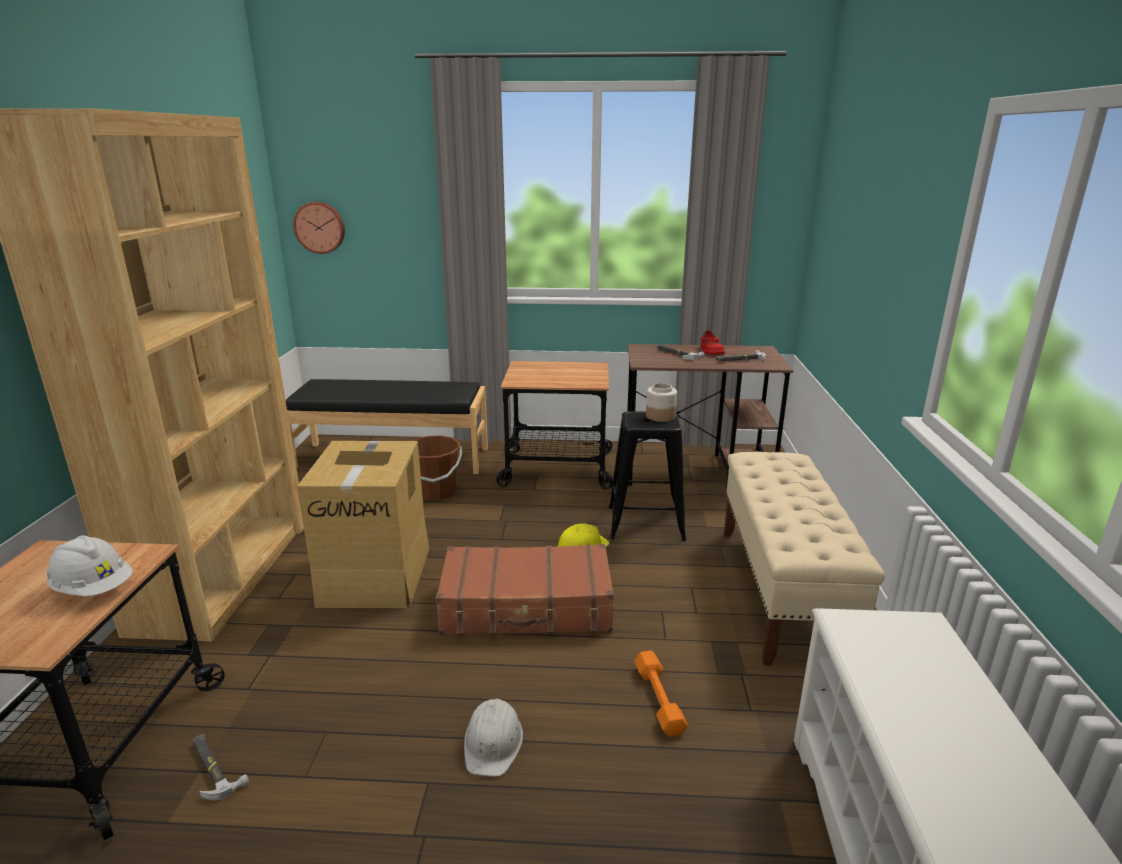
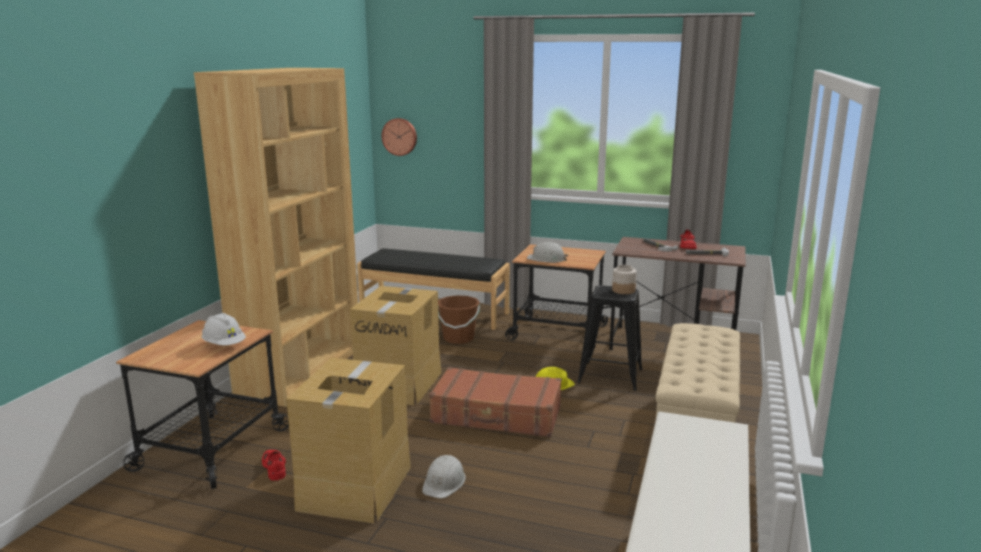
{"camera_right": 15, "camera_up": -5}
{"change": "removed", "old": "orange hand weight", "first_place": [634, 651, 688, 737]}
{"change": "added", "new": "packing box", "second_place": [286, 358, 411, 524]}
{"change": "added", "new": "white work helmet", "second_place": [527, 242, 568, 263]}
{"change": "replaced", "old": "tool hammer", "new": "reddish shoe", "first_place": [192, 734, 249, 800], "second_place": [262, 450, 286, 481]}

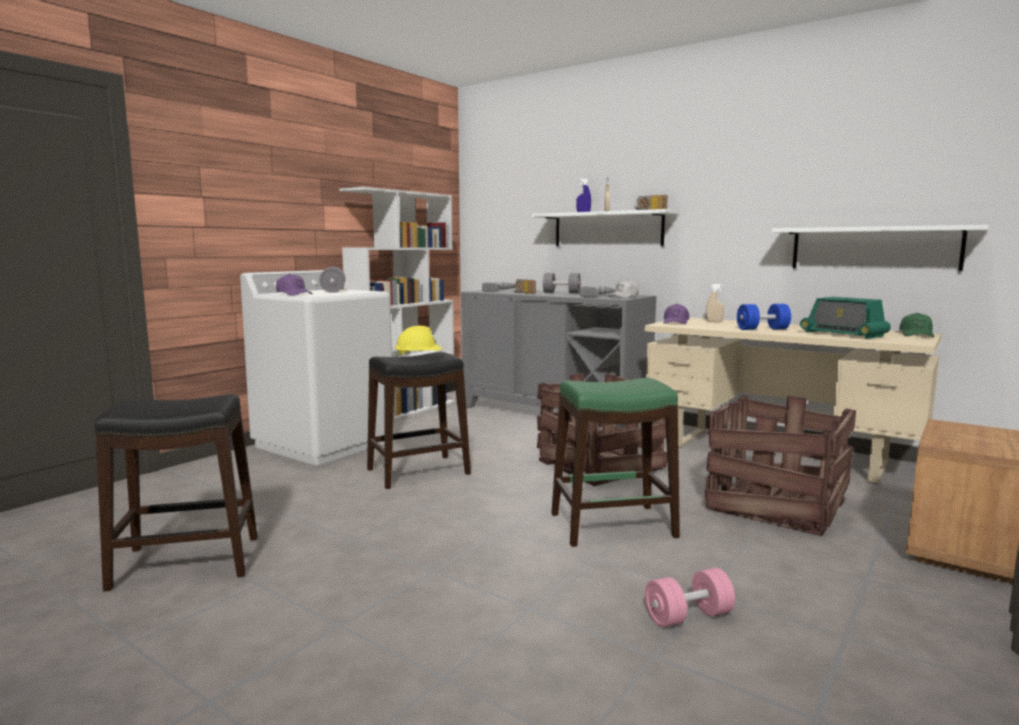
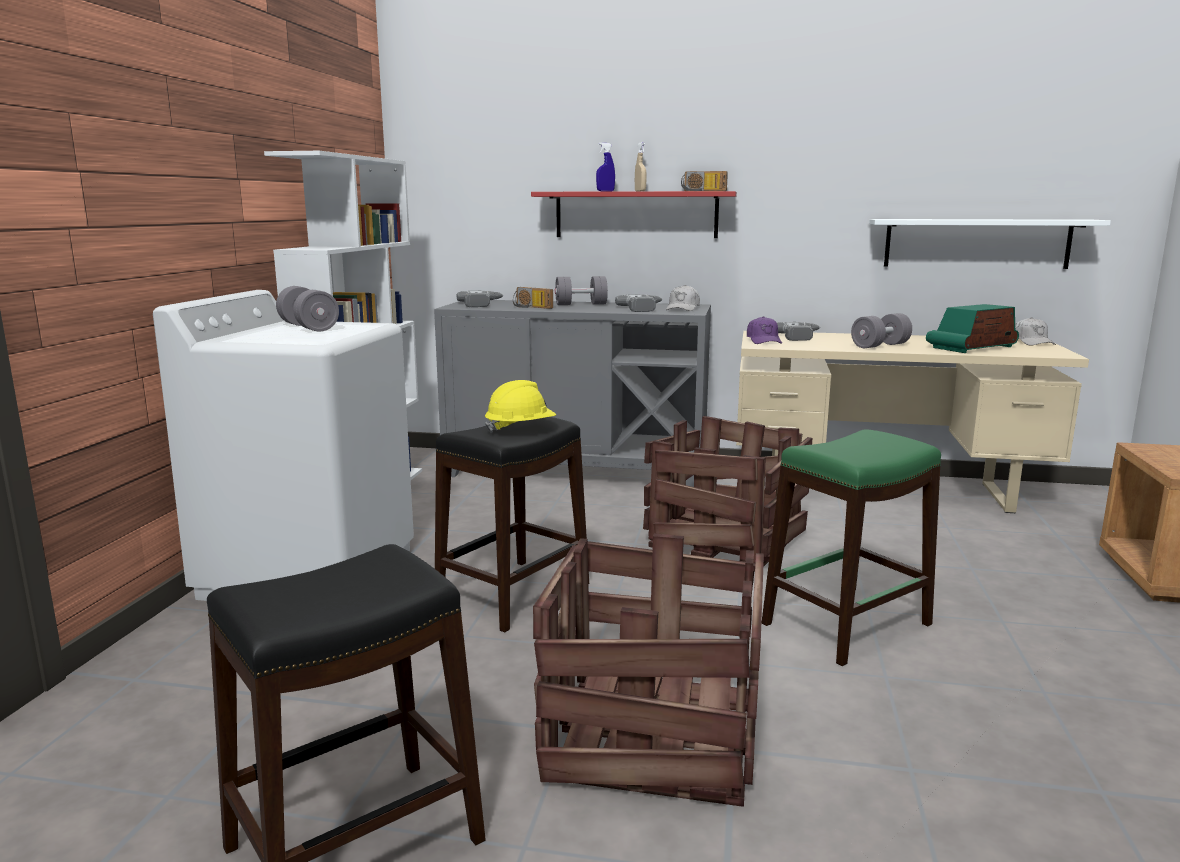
{"camera_right": -25, "camera_up": 5}
{"change": "removed", "old": "purple peaked cap", "first_place": [276, 274, 313, 296]}
{"change": "removed", "old": "pink-coloured hand weight", "first_place": [645, 568, 735, 627]}
{"change": "moved", "old": "crate", "first_place": [705, 395, 856, 536], "second_place": [533, 534, 764, 807]}
{"change": "replaced", "old": "beige hand sprayer", "new": "electric drill", "first_place": [706, 284, 724, 322], "second_place": [777, 322, 820, 341]}
{"change": "recoloured", "old": "white wall shelf", "new": "reddish wall shelf", "first_place": [532, 209, 677, 246], "second_place": [531, 191, 737, 238]}
{"change": "recoloured", "old": "blue-coloured hand weight", "new": "gray hand weight", "first_place": [737, 304, 791, 330], "second_place": [851, 313, 912, 348]}
{"change": "recoloured", "old": "green peaked cap", "new": "white peaked cap", "first_place": [899, 313, 935, 337], "second_place": [1015, 317, 1056, 345]}
{"change": "turned", "old": "radio receiver", "first_place": [800, 297, 891, 339], "second_place": [926, 304, 1019, 353], "degrees": 120}

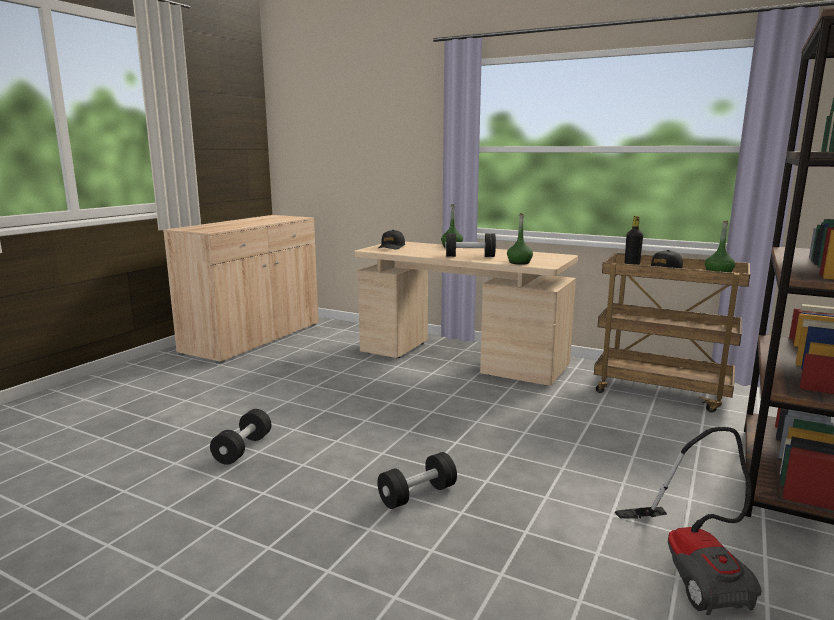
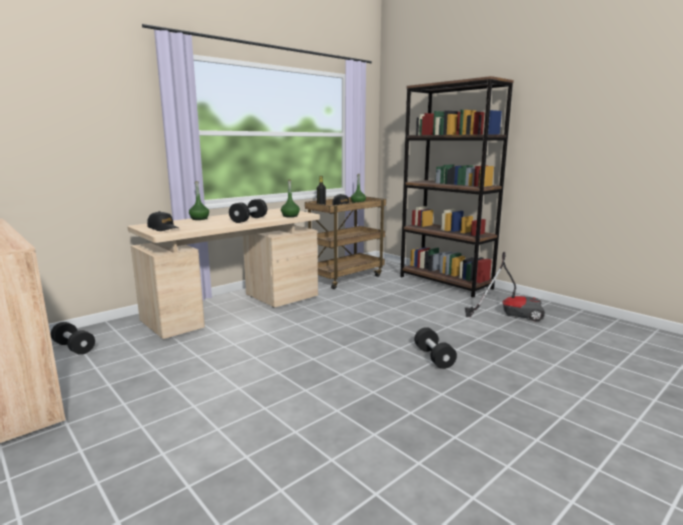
{"camera_right": -70, "camera_up": 0}
{"change": "moved", "old": "black-coloured hand weight", "first_place": [210, 409, 271, 465], "second_place": [51, 322, 95, 355]}

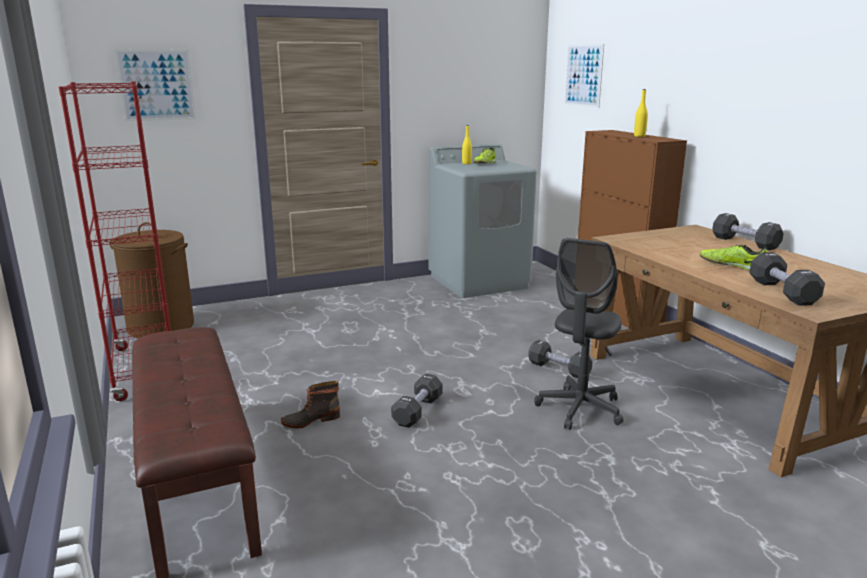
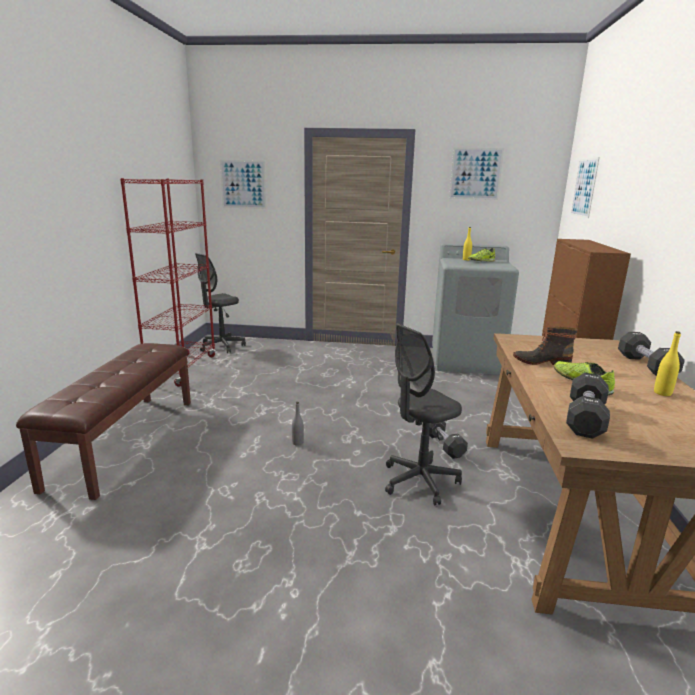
{"camera_right": 30, "camera_up": 0}
{"change": "added", "new": "picture", "second_place": [449, 147, 504, 200]}
{"change": "moved", "old": "tall boot", "first_place": [281, 381, 340, 428], "second_place": [513, 327, 578, 365]}
{"change": "moved", "old": "yellowish bottle", "first_place": [634, 89, 648, 137], "second_place": [654, 331, 681, 396]}
{"change": "replaced", "old": "brown-coloured laundry basket", "new": "gray desk chair", "first_place": [109, 222, 194, 338], "second_place": [195, 253, 246, 353]}
{"change": "replaced", "old": "black-coloured hand weight", "new": "gray bottle", "first_place": [391, 374, 443, 428], "second_place": [292, 402, 304, 446]}

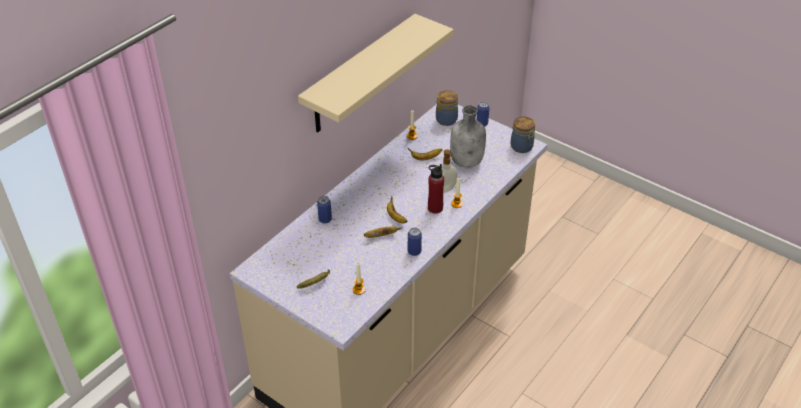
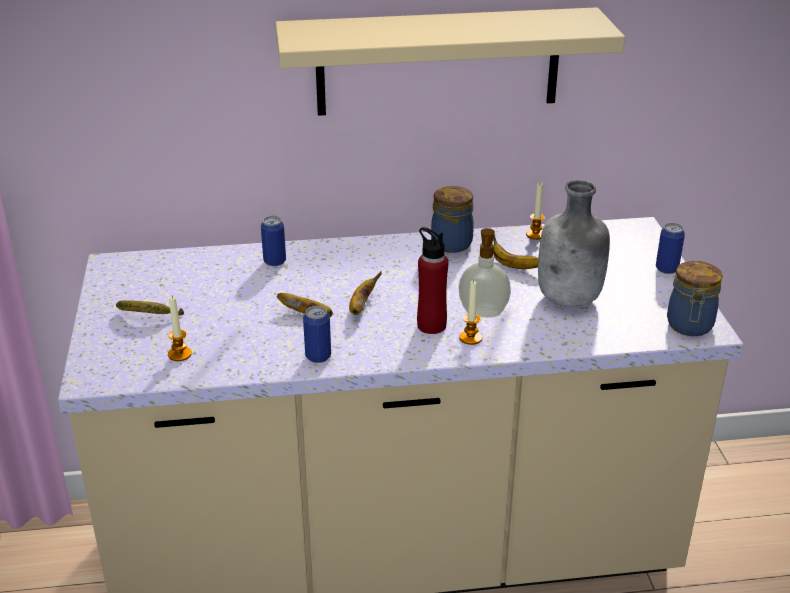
{"camera_right": 45, "camera_up": -10}
{"change": "moved", "old": "storage jar", "first_place": [436, 90, 458, 126], "second_place": [431, 186, 474, 253]}

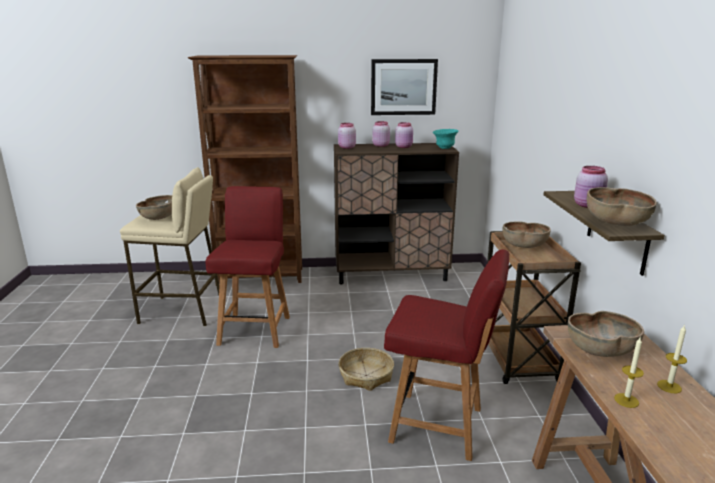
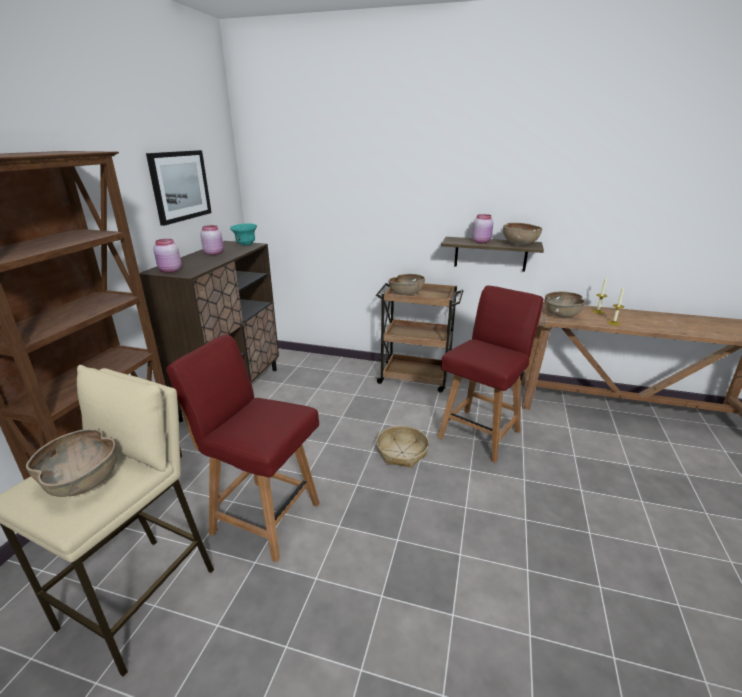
{"camera_right": -70, "camera_up": 5}
{"change": "removed", "old": "pink-coloured storage jar", "first_place": [372, 121, 390, 147]}

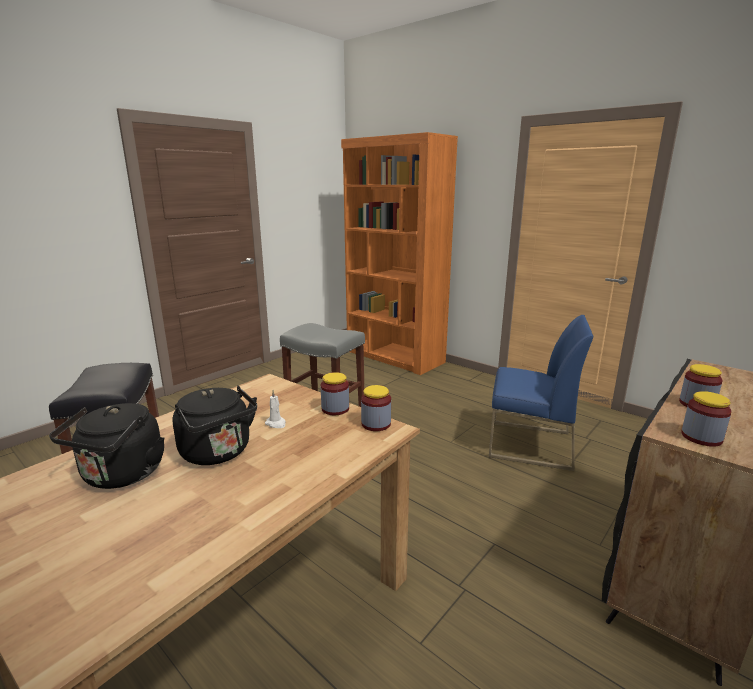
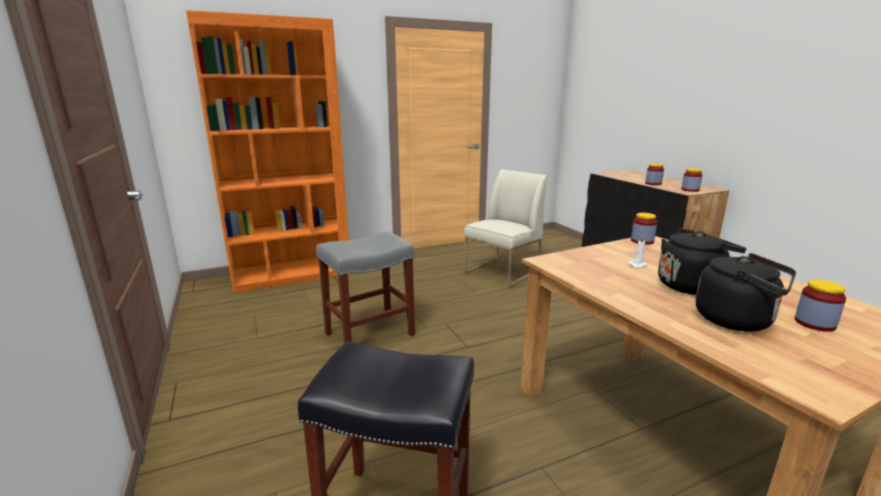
{"camera_right": -65, "camera_up": 0}
{"change": "moved", "old": "storage jar", "first_place": [321, 372, 349, 415], "second_place": [795, 279, 846, 332]}
{"change": "recoloured", "old": "blue-coloured upright chair", "new": "white upright chair", "first_place": [489, 315, 594, 471], "second_place": [464, 169, 547, 288]}

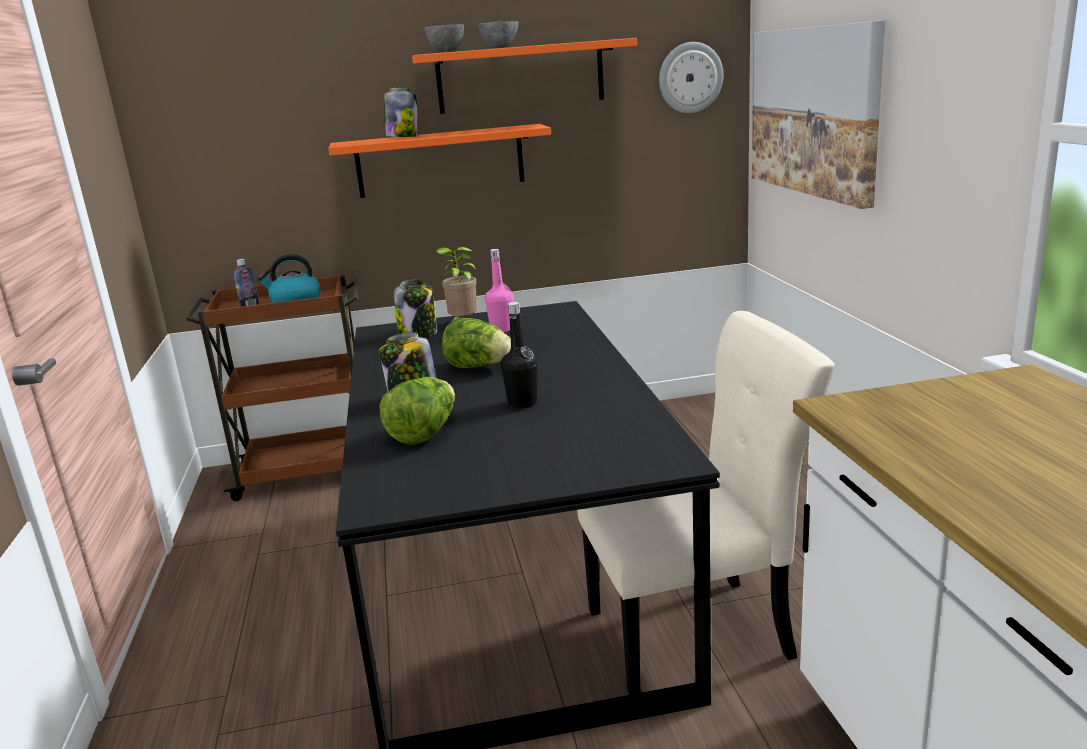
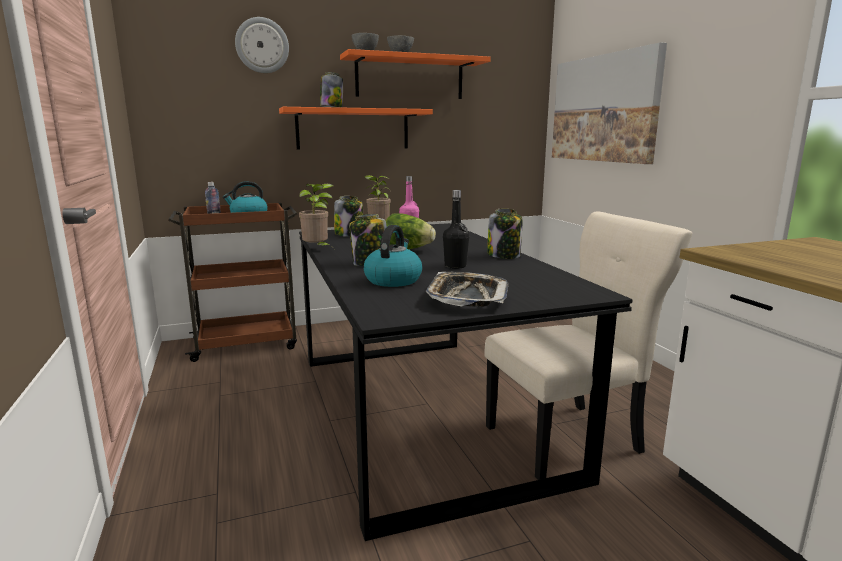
{"camera_right": -10, "camera_up": -5}
{"change": "added", "new": "houseplant", "second_place": [299, 184, 334, 246]}
{"change": "added", "new": "serving tray", "second_place": [426, 272, 509, 307]}
{"change": "added", "new": "storage jar", "second_place": [487, 209, 522, 259]}
{"change": "moved", "old": "clock on the wall", "first_place": [659, 42, 723, 113], "second_place": [235, 17, 289, 73]}
{"change": "replaced", "old": "head of lettuce", "new": "kettle", "first_place": [379, 377, 455, 445], "second_place": [364, 225, 423, 287]}

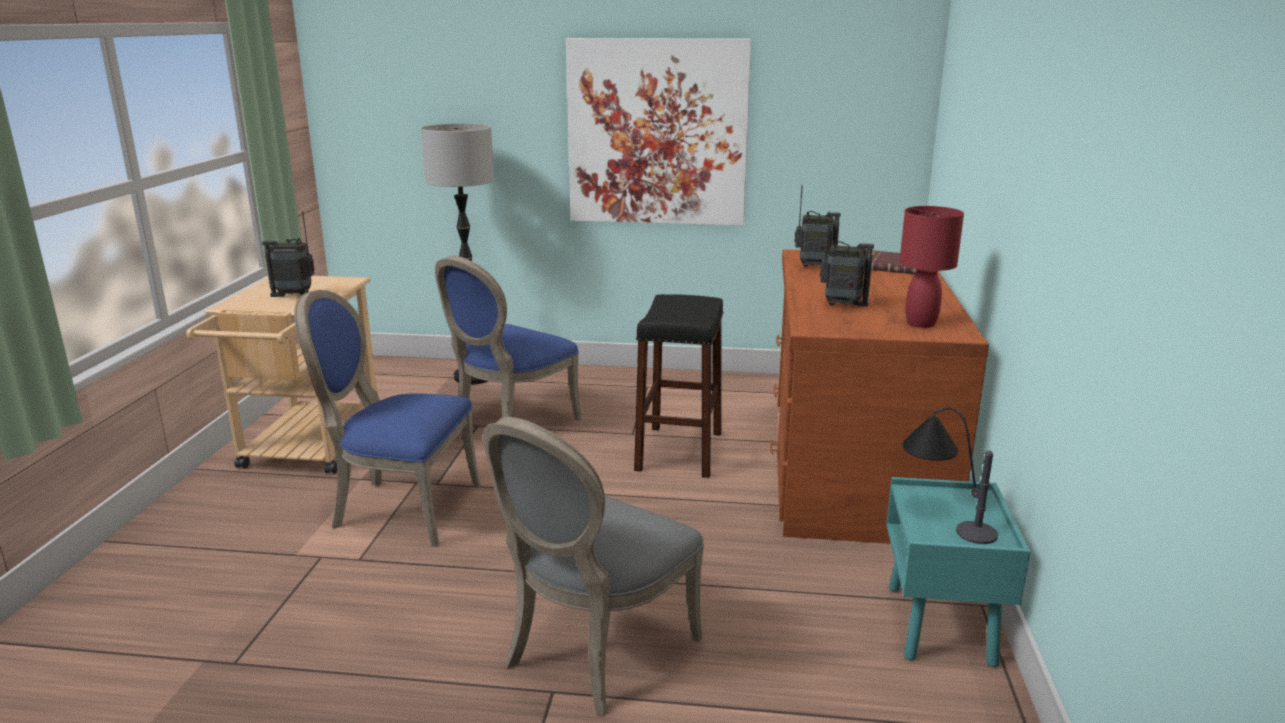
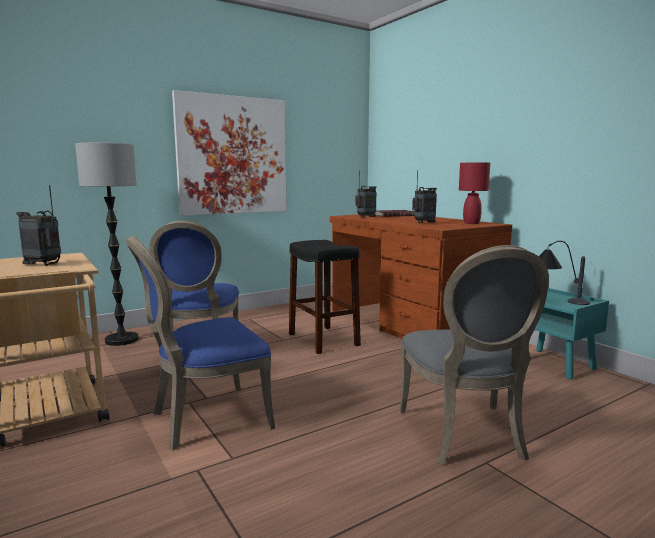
{"camera_right": -40, "camera_up": -10}
{"change": "turned", "old": "radio receiver", "first_place": [262, 211, 315, 297], "second_place": [16, 185, 61, 266], "degrees": 60}

